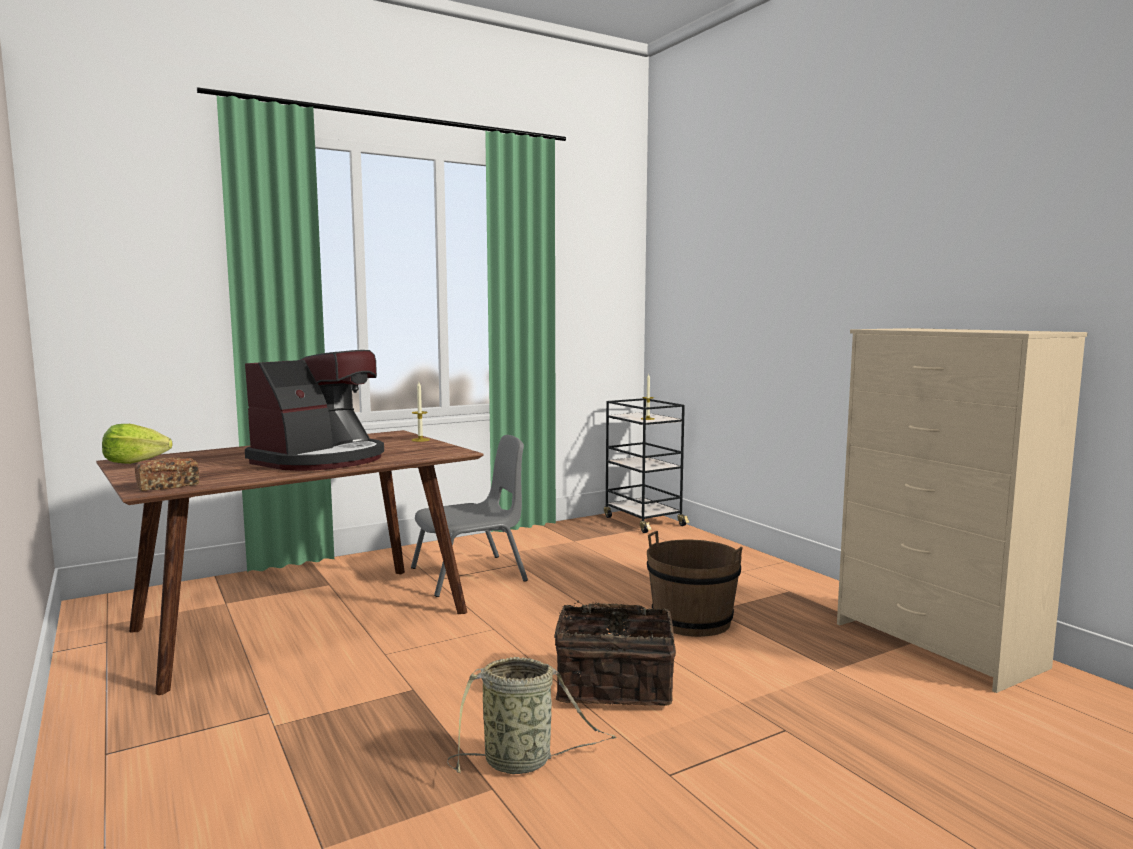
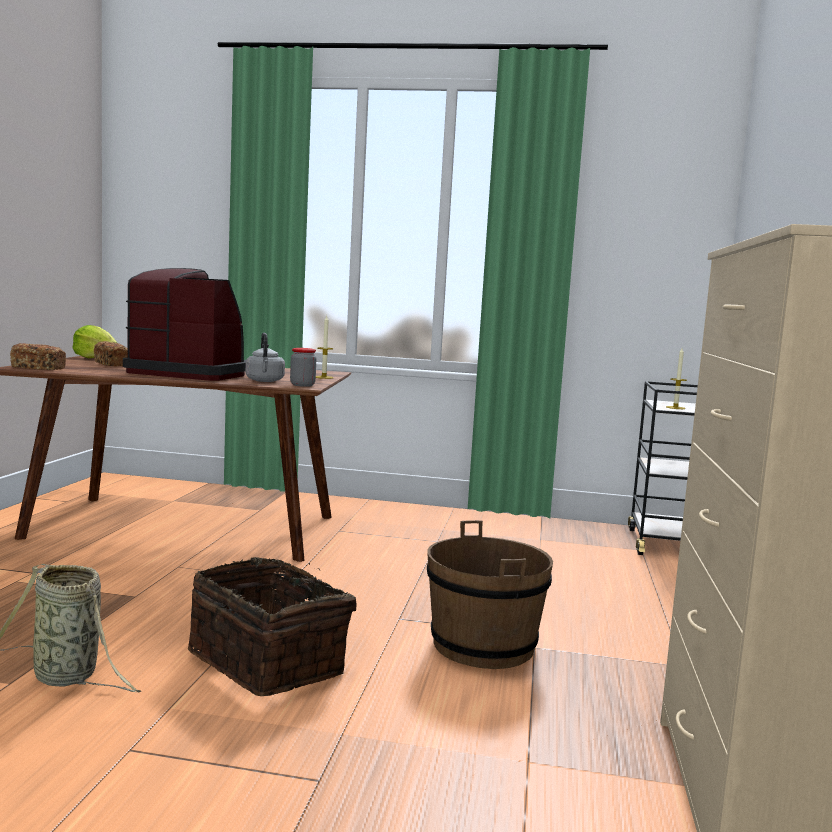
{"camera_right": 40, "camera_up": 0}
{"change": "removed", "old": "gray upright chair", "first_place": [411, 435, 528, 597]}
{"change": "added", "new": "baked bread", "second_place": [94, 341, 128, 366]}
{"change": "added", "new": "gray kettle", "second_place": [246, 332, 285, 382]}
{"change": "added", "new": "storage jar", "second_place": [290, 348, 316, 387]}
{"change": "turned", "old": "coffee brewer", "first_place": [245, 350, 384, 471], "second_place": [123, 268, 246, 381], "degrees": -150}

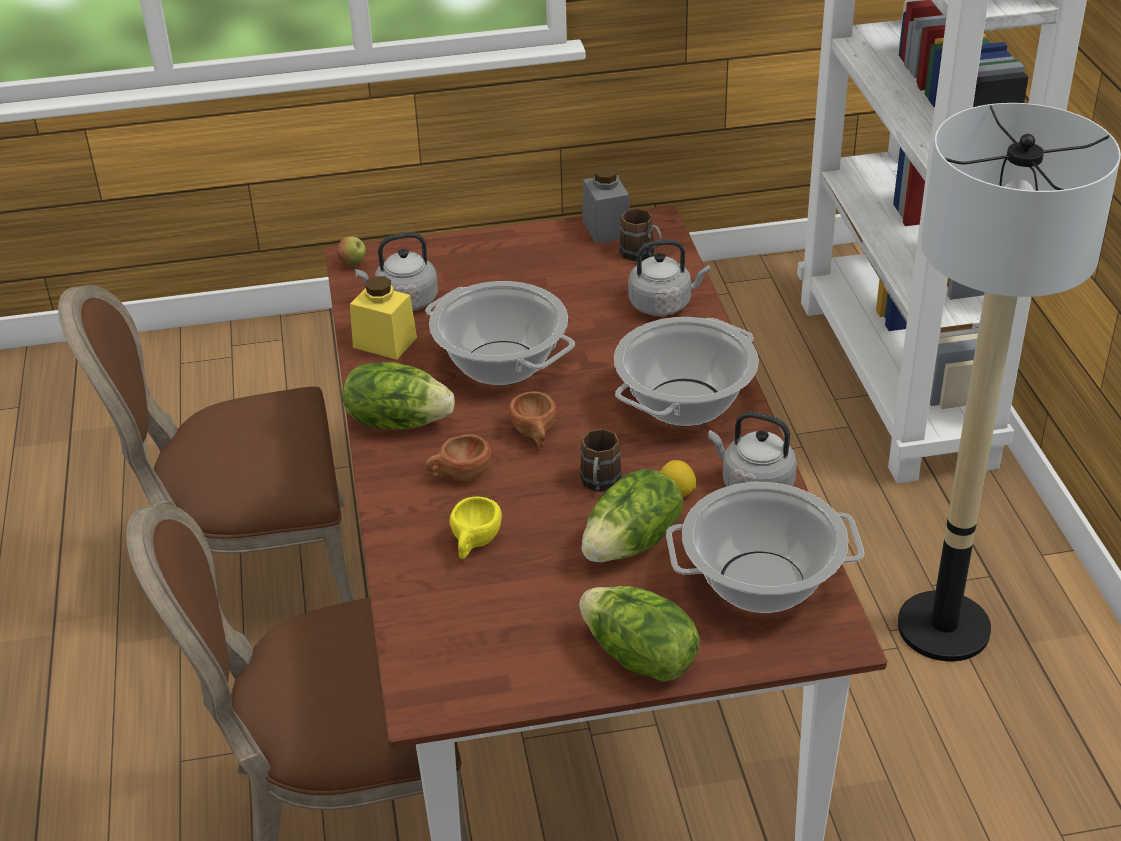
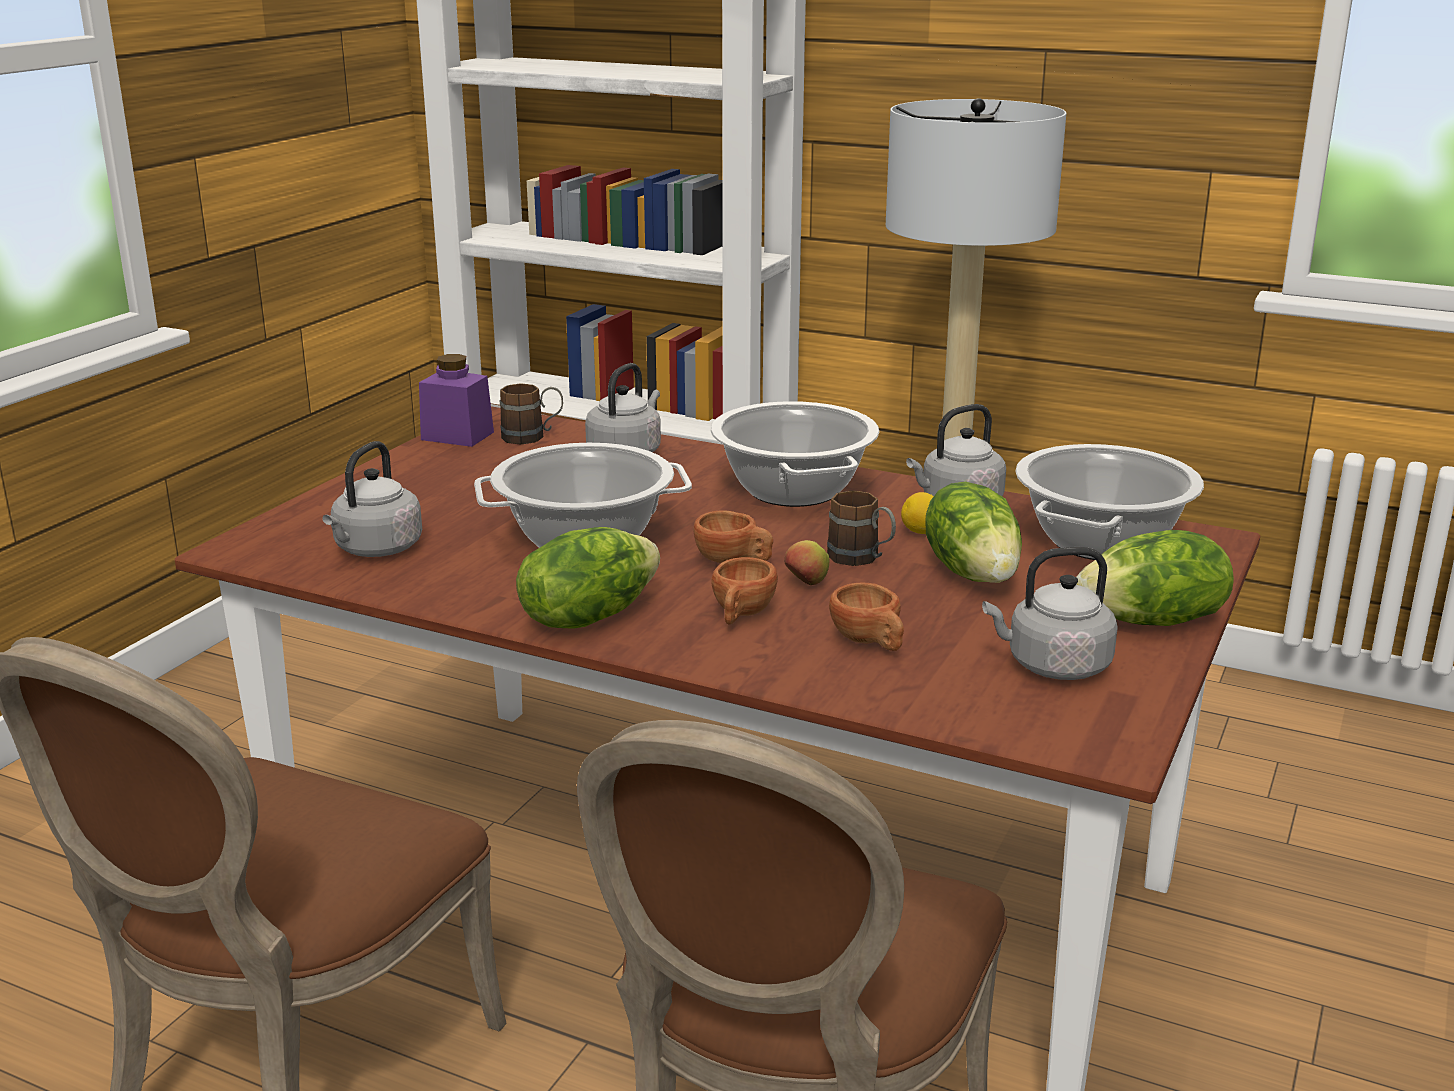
{"camera_right": -55, "camera_up": -15}
{"change": "removed", "old": "yellowish storage jar", "first_place": [350, 276, 417, 360]}
{"change": "added", "new": "gray kettle", "second_place": [982, 547, 1118, 680]}
{"change": "moved", "old": "apple fruit", "first_place": [337, 236, 366, 267], "second_place": [784, 540, 829, 585]}
{"change": "recoloured", "old": "yellowish drinking cup", "new": "brown-coloured drinking cup", "first_place": [449, 496, 502, 559], "second_place": [829, 583, 904, 651]}
{"change": "recoloured", "old": "gray storage jar", "new": "purple storage jar", "first_place": [582, 166, 630, 244], "second_place": [419, 354, 494, 447]}

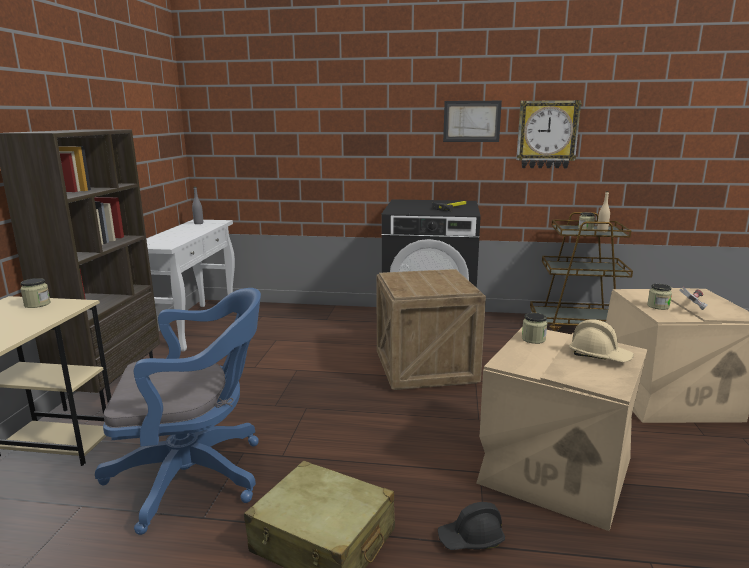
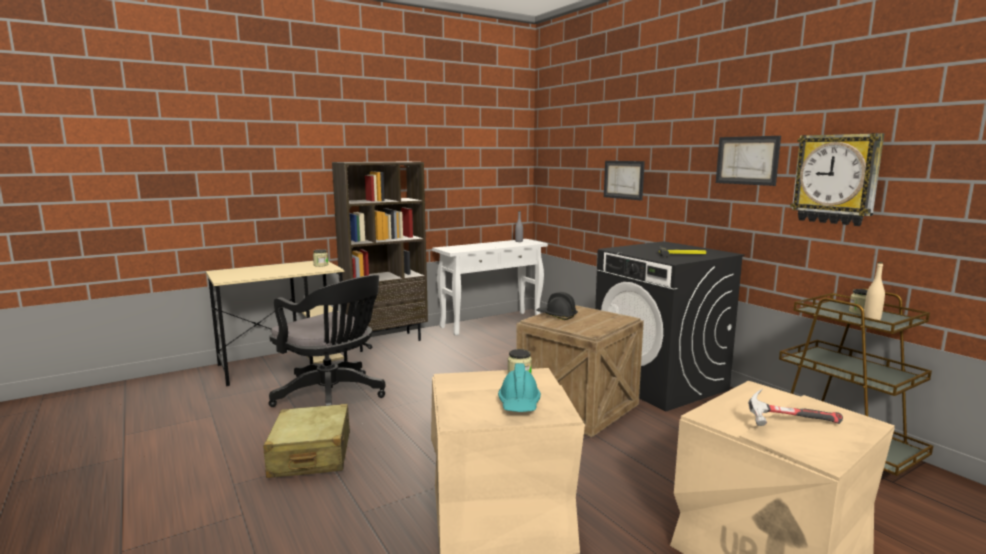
{"camera_right": 50, "camera_up": -5}
{"change": "removed", "old": "storage jar", "first_place": [647, 284, 672, 310]}
{"change": "added", "new": "picture", "second_place": [604, 161, 645, 201]}
{"change": "moved", "old": "black-coloured work helmet", "first_place": [437, 502, 505, 550], "second_place": [537, 292, 578, 320]}
{"change": "recoloured", "old": "blue-coloured desk chair", "new": "black-coloured desk chair", "first_place": [95, 288, 261, 535], "second_place": [268, 275, 386, 407]}
{"change": "recoloured", "old": "beige work helmet", "new": "turquoise work helmet", "first_place": [569, 319, 634, 362], "second_place": [498, 363, 541, 412]}

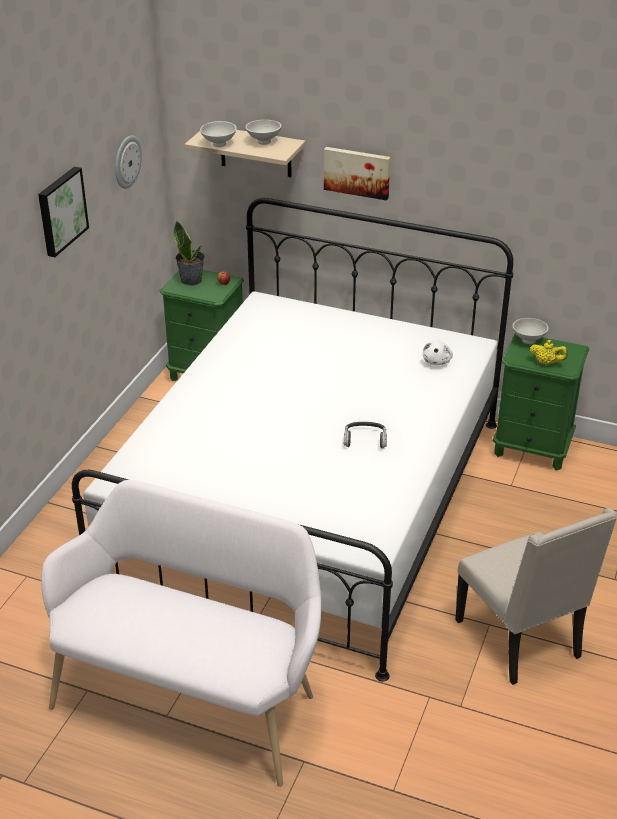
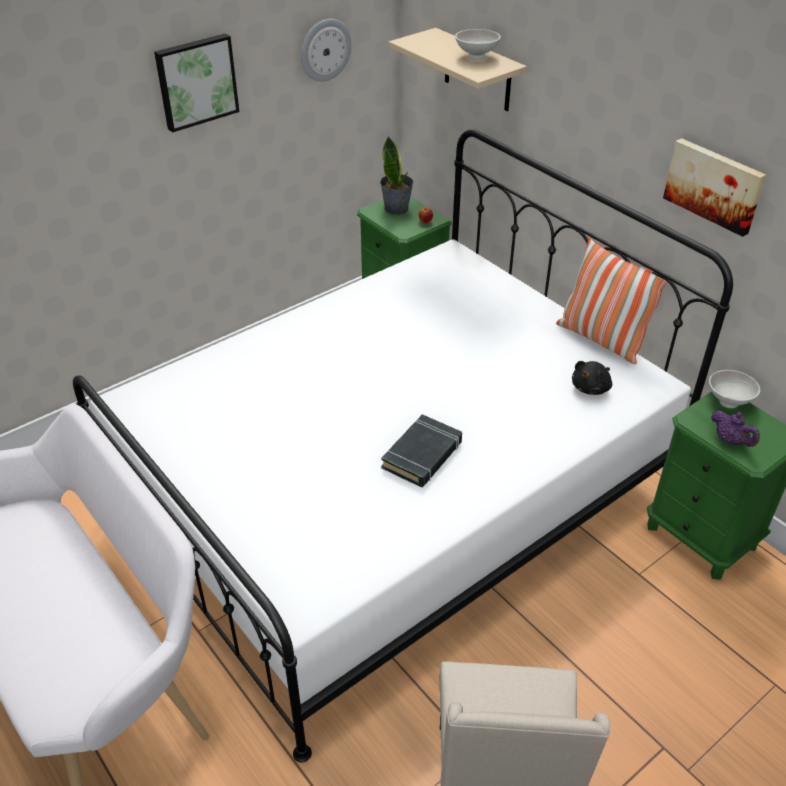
{"camera_right": 30, "camera_up": 5}
{"change": "removed", "old": "white bowl", "first_place": [200, 121, 237, 147]}
{"change": "added", "new": "throw pillow", "second_place": [556, 238, 668, 364]}
{"change": "moved", "old": "picture", "first_place": [324, 147, 390, 201], "second_place": [663, 138, 766, 237]}
{"change": "replaced", "old": "headphones", "new": "black-coloured book", "first_place": [344, 422, 387, 448], "second_place": [381, 414, 462, 487]}
{"change": "recoloured", "old": "white plush toy", "new": "black-coloured plush toy", "first_place": [423, 340, 453, 365], "second_place": [572, 361, 612, 395]}
{"change": "recoloured", "old": "yellowish tea pot", "new": "purple tea pot", "first_place": [530, 340, 568, 365], "second_place": [711, 411, 760, 447]}

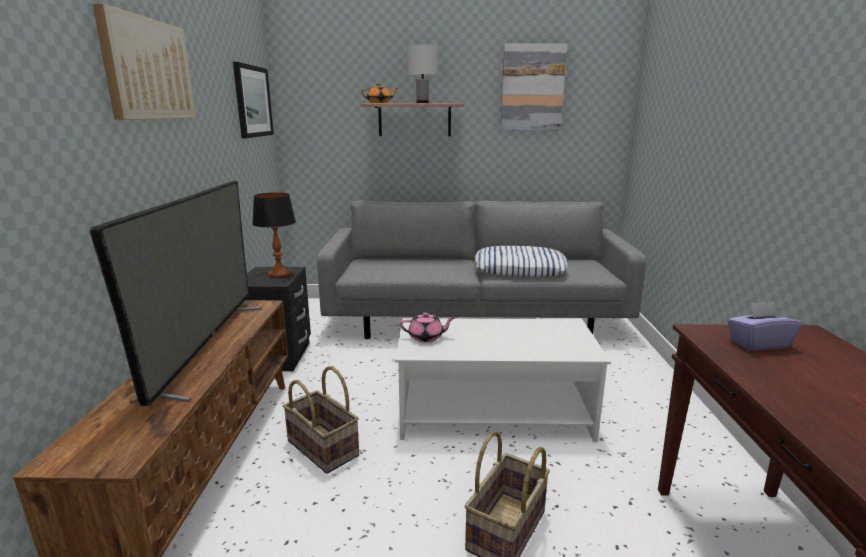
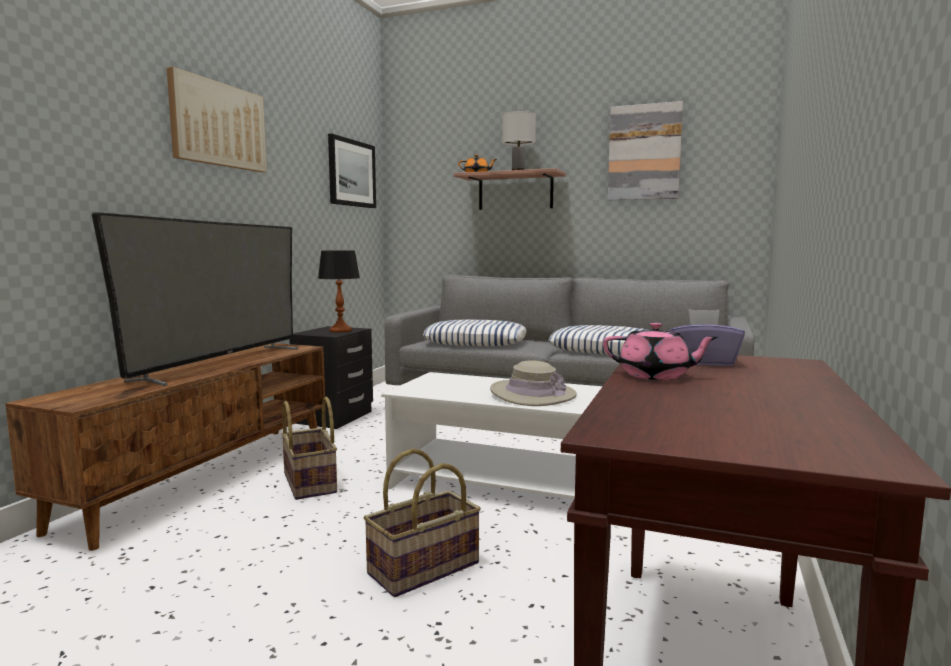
{"camera_right": 20, "camera_up": -10}
{"change": "added", "new": "throw pillow", "second_place": [423, 319, 527, 346]}
{"change": "added", "new": "beige wearable hat", "second_place": [490, 360, 577, 406]}
{"change": "moved", "old": "pink-coloured tea pot", "first_place": [400, 312, 455, 342], "second_place": [603, 322, 718, 380]}

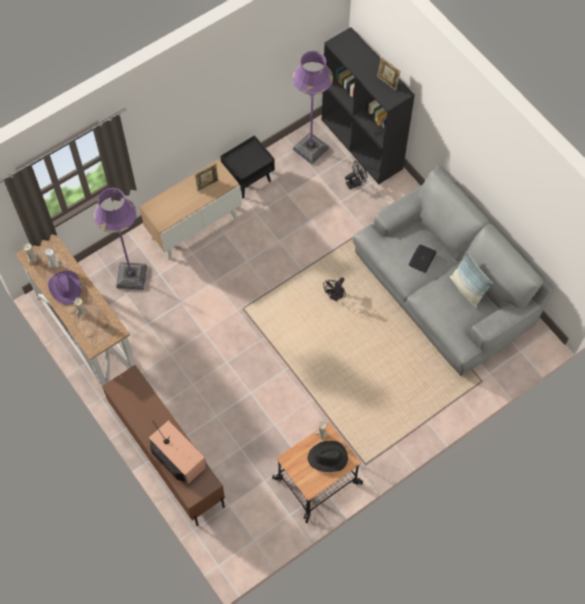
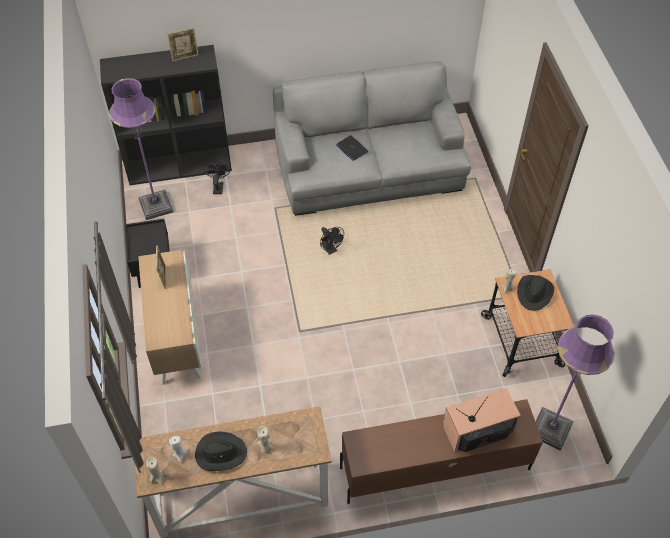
{"camera_right": -65, "camera_up": -10}
{"change": "removed", "old": "throw pillow", "first_place": [450, 251, 493, 308]}
{"change": "moved", "old": "purple standing lamp", "first_place": [94, 188, 147, 290], "second_place": [535, 315, 615, 451]}
{"change": "recoloured", "old": "purple wearable hat", "new": "black-coloured wearable hat", "first_place": [48, 271, 81, 305], "second_place": [195, 431, 247, 471]}

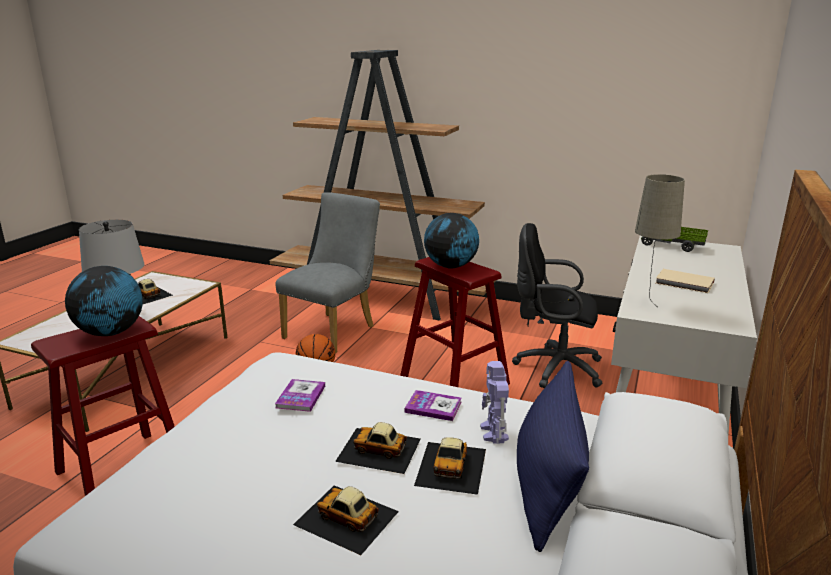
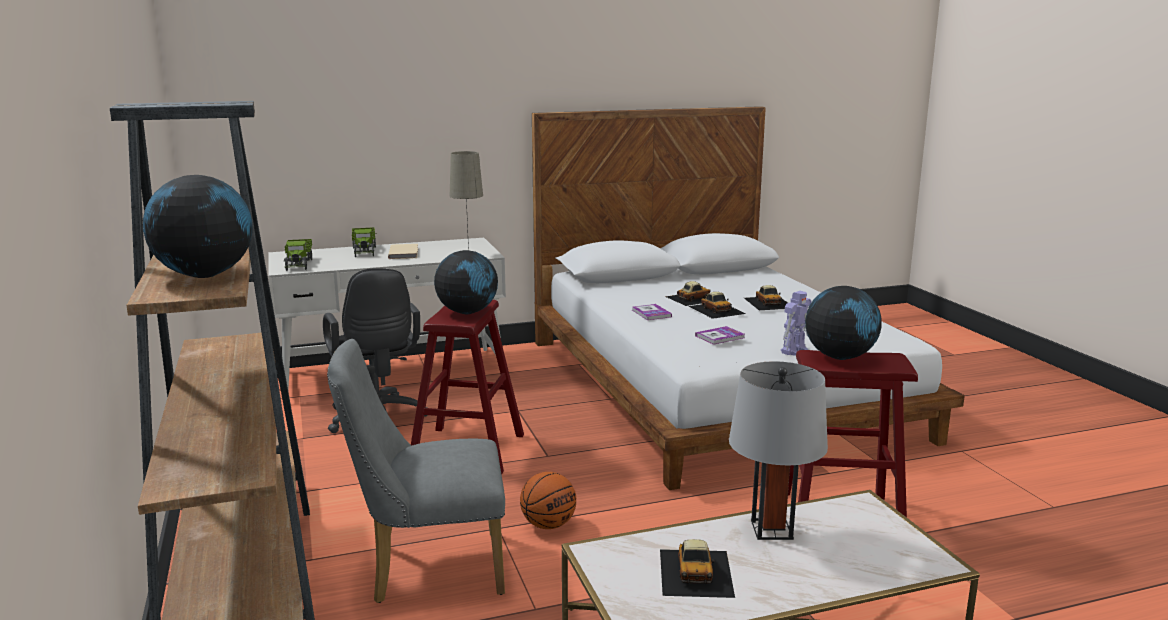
{"camera_right": -130, "camera_up": -5}
{"change": "removed", "old": "blue-coloured throw pillow", "first_place": [517, 361, 589, 552]}
{"change": "added", "new": "desk globe", "second_place": [143, 175, 253, 278]}
{"change": "added", "new": "toy lorry", "second_place": [352, 227, 377, 257]}
{"change": "moved", "old": "model robot", "first_place": [480, 361, 509, 444], "second_place": [781, 291, 811, 356]}

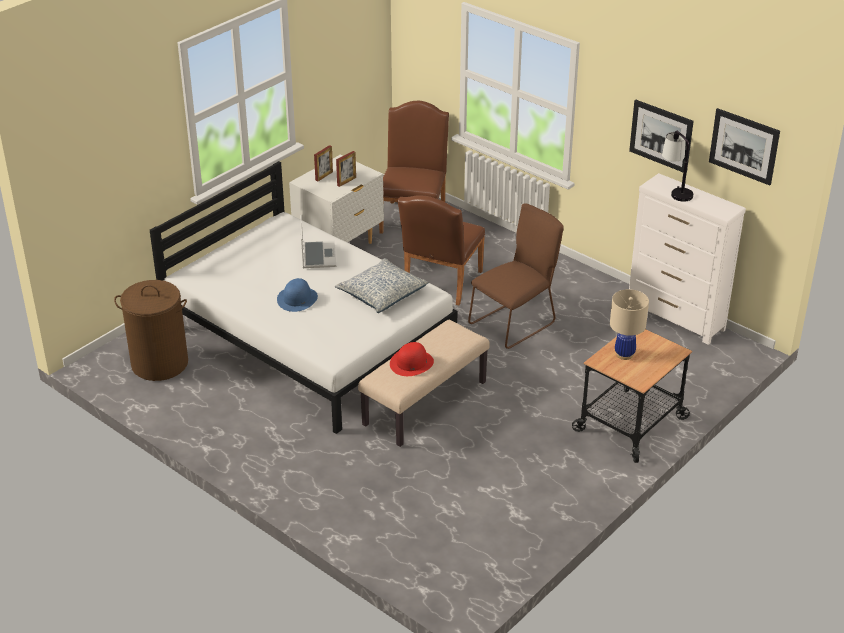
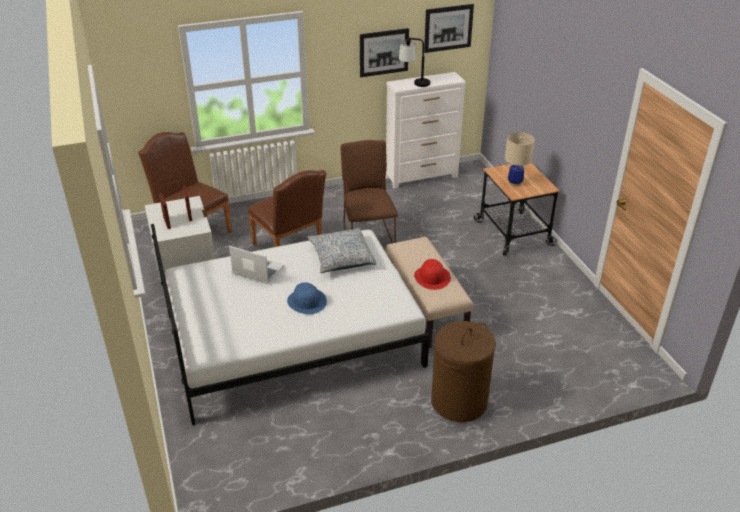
{"camera_right": -60, "camera_up": 0}
{"change": "moved", "old": "brown-coloured laundry basket", "first_place": [114, 280, 188, 381], "second_place": [431, 321, 496, 422]}

